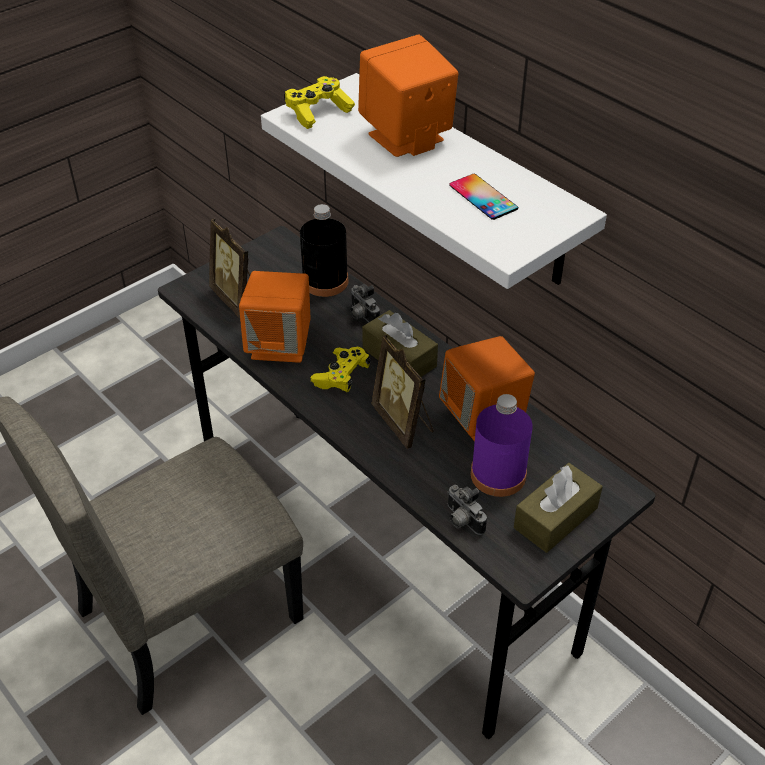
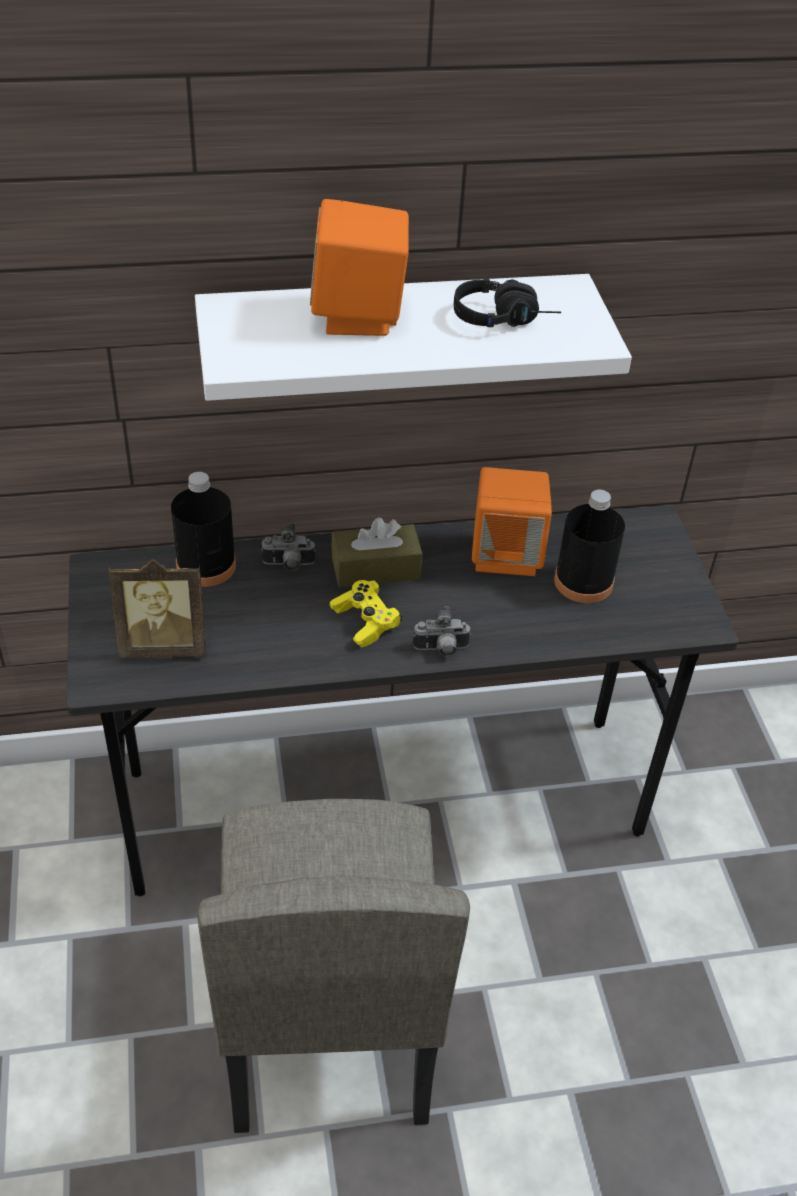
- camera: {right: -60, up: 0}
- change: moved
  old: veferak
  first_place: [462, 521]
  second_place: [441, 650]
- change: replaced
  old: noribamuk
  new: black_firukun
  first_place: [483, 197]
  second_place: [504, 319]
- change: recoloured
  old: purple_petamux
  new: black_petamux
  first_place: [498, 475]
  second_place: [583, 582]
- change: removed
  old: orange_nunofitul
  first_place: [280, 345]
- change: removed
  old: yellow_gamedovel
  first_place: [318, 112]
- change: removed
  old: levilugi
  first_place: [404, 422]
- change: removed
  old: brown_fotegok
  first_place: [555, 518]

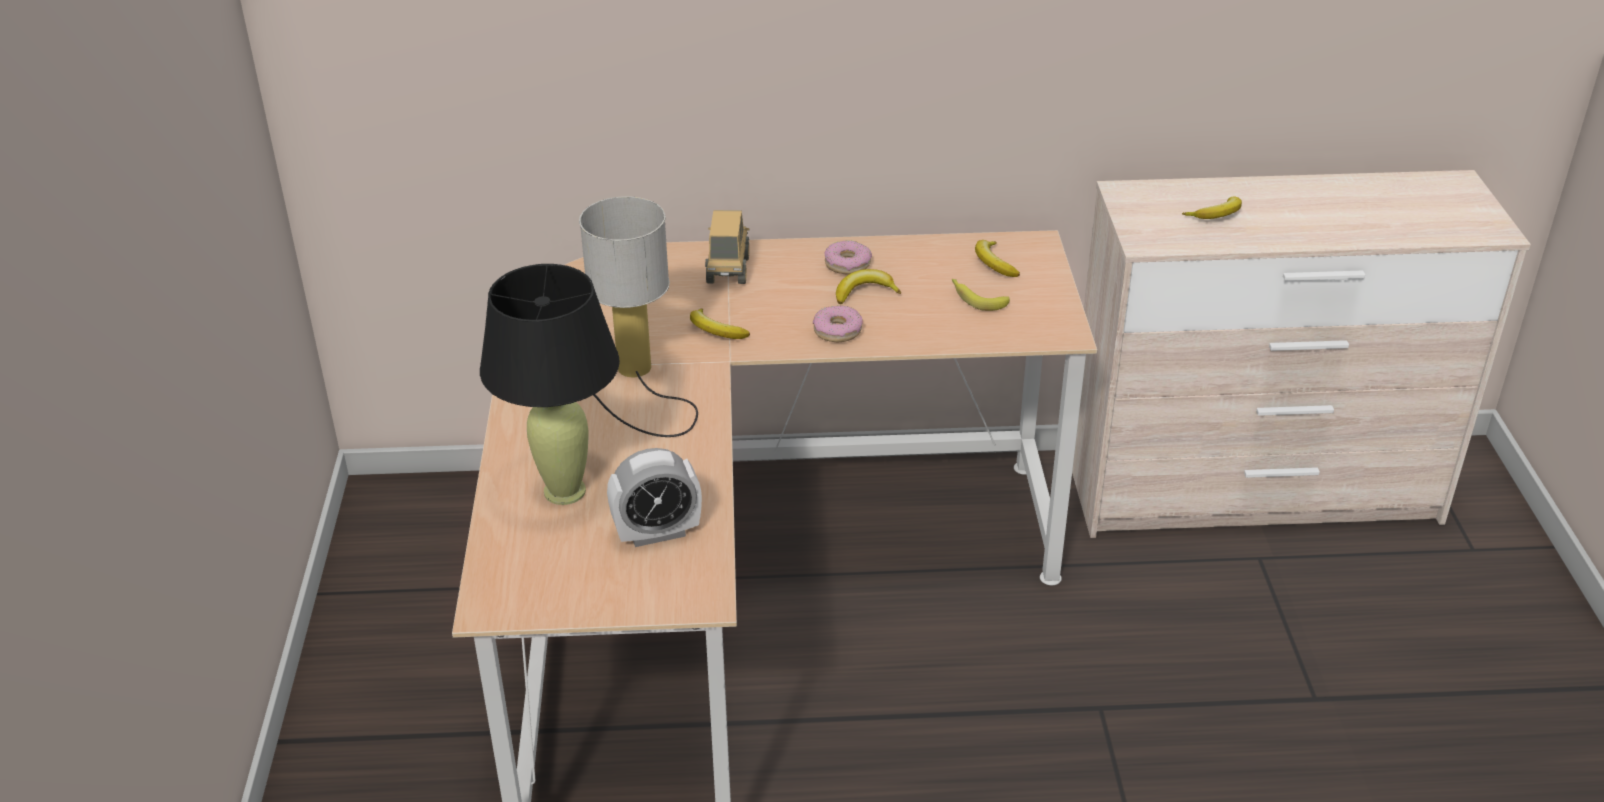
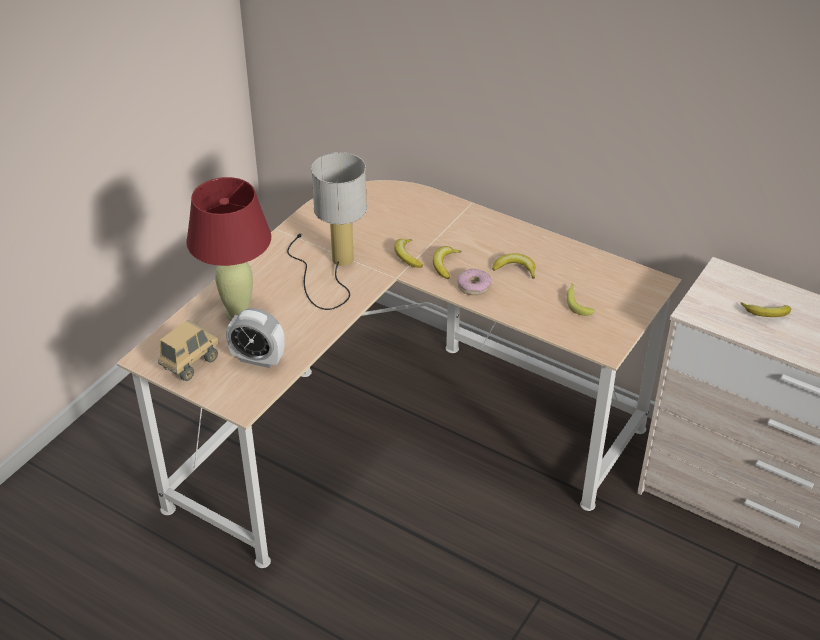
- camera: {right: 35, up: 5}
- change: moved
  old: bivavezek
  first_place: [728, 271]
  second_place: [191, 364]
- change: recoloured
  old: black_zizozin
  new: red_zizozin
  first_place: [565, 491]
  second_place: [239, 313]
- change: moved
  old: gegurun
  first_place: [993, 263]
  second_place: [445, 264]
- change: removed
  old: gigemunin
  first_place: [847, 264]

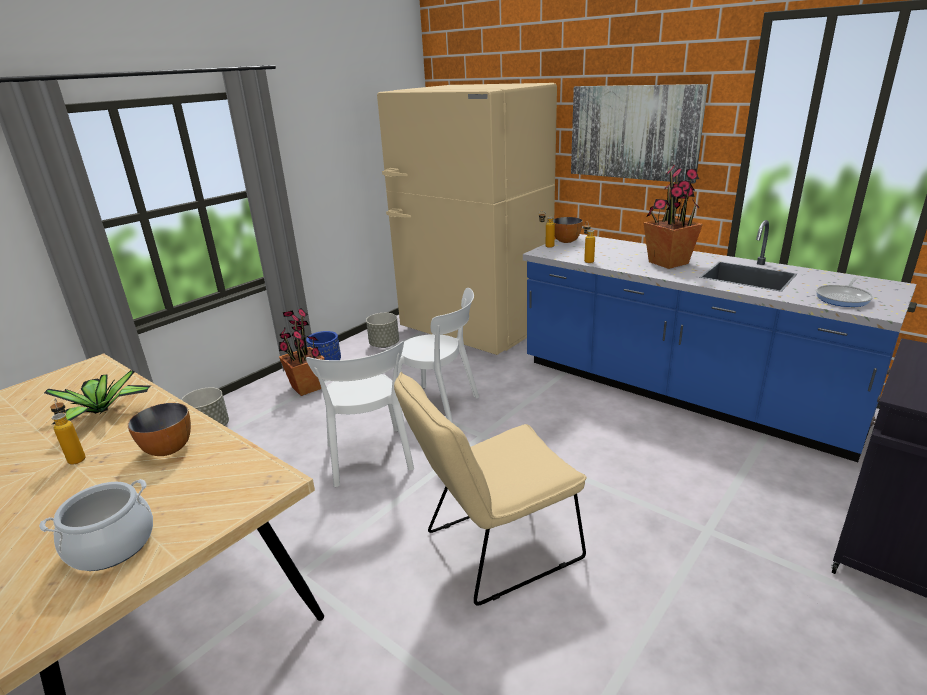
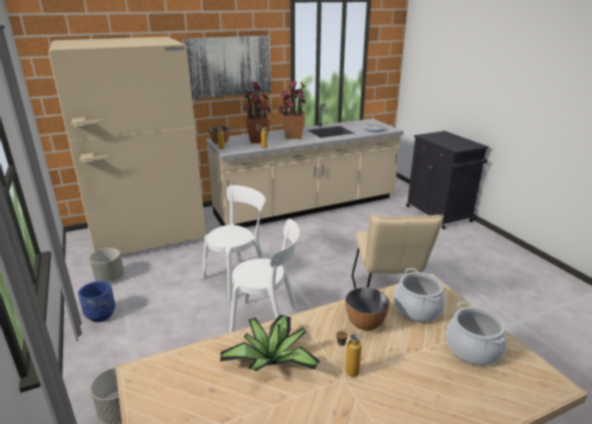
- camera: {right: -65, up: 0}
- change: recoloured
  old: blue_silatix
  new: beige_silatix
  first_place: [680, 392]
  second_place: [306, 207]
- change: moved
  old: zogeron
  first_place: [306, 388]
  second_place: [258, 140]
- change: added
  new: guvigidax
  second_place: [417, 309]

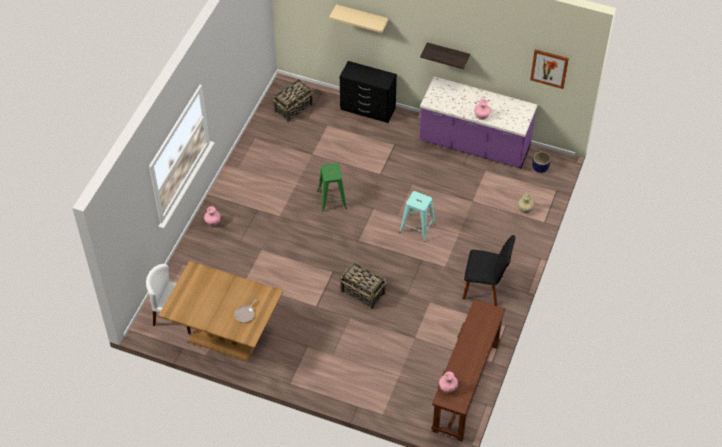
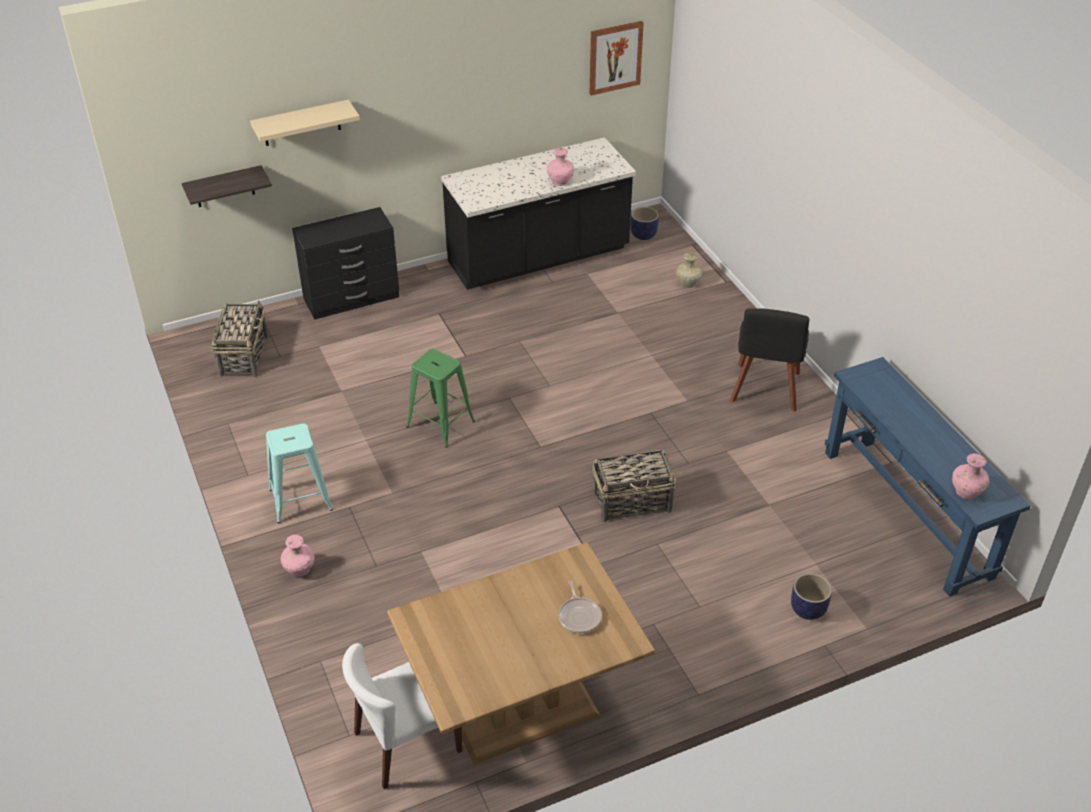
- camera: {right: -45, up: -10}
- change: moved
  old: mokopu
  first_place: [448, 54]
  second_place: [224, 187]
- change: moved
  old: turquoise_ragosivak
  first_place: [417, 228]
  second_place: [300, 499]
- change: recoloured
  old: purple_silatix
  new: black_silatix
  first_place: [474, 145]
  second_place: [539, 257]
- change: turned
  old: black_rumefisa
  first_place: [485, 288]
  second_place: [765, 390]
  degrees: 135
- change: added
  new: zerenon
  second_place: [808, 609]
- change: recoloured
  old: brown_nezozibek
  new: blue_nezozibek
  first_place: [465, 387]
  second_place: [906, 513]

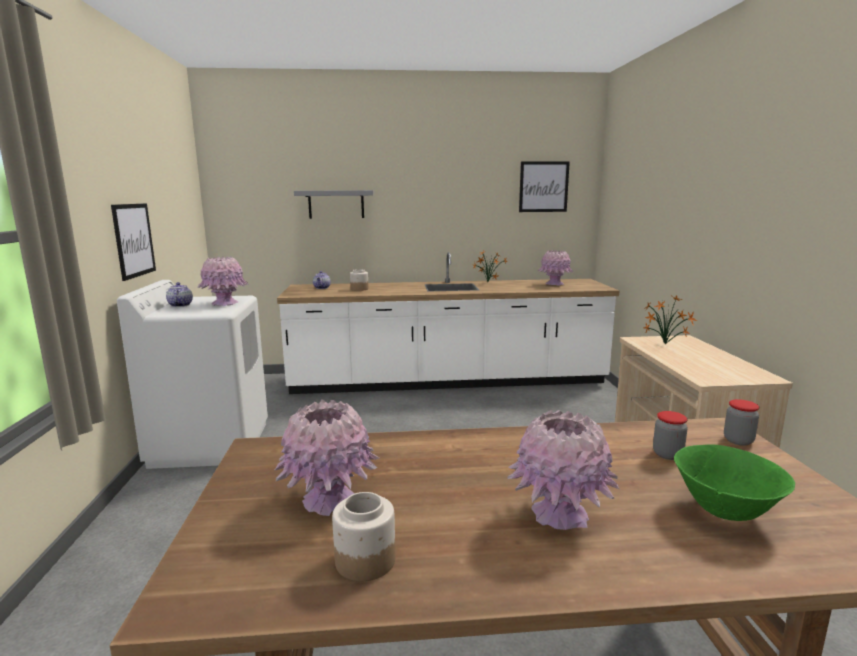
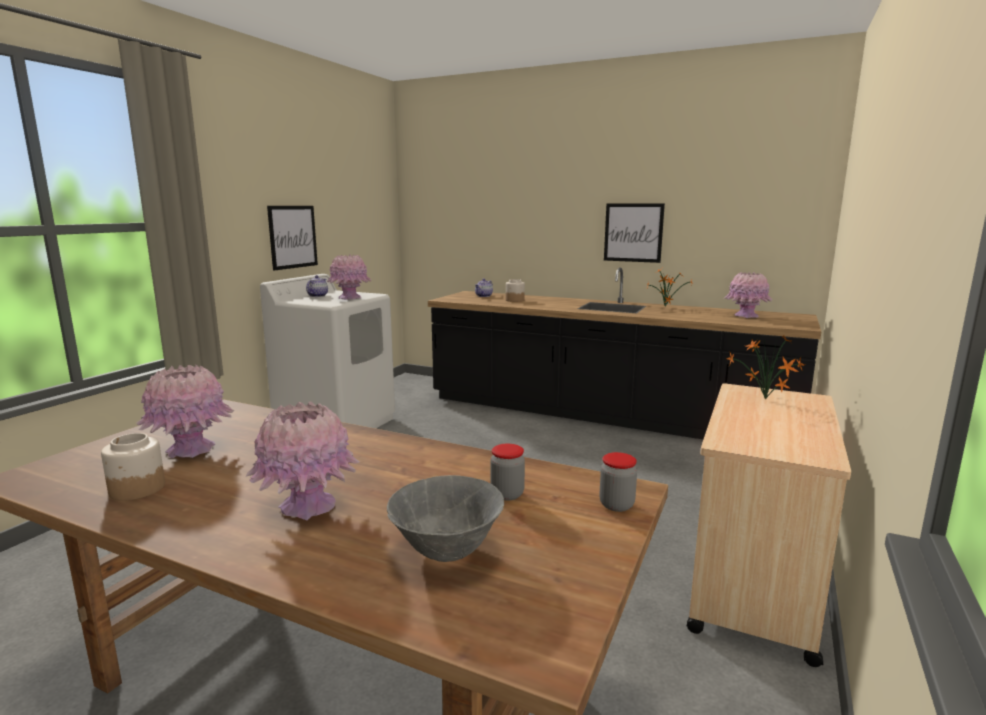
- camera: {right: 30, up: 0}
- change: recoloured
  old: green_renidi
  new: grey_renidi
  first_place: [725, 512]
  second_place: [446, 552]
- change: recoloured
  old: white_silatix
  new: black_silatix
  first_place: [447, 381]
  second_place: [603, 415]
- change: moved
  old: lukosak
  first_place: [543, 186]
  second_place: [633, 232]
- change: removed
  old: grey_mokopu
  first_place: [336, 204]

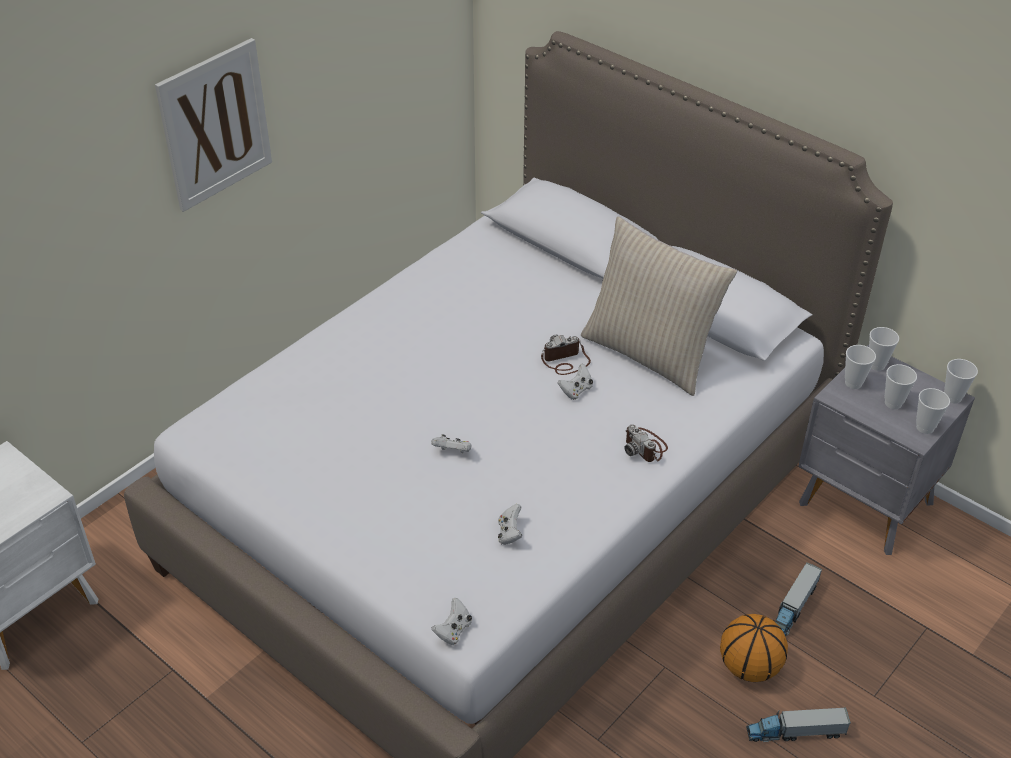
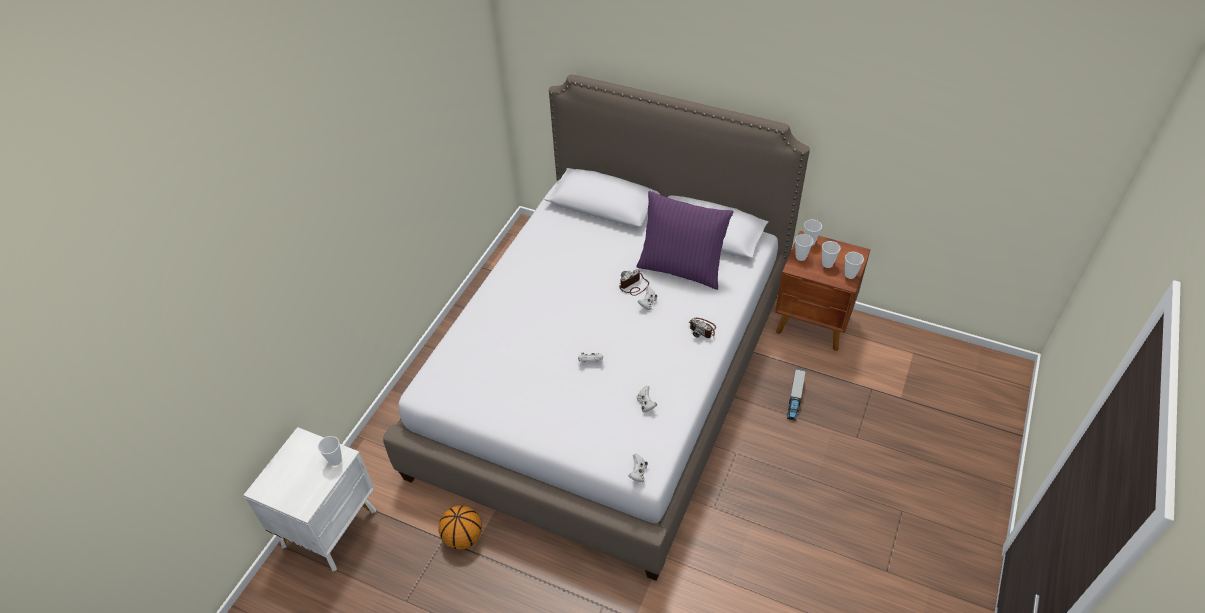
- camera: {right: -15, up: 5}
- change: moved
  old: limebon
  first_place: [952, 397]
  second_place: [335, 460]
- change: moved
  old: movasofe
  first_place: [749, 666]
  second_place: [463, 537]
- change: recoloured
  old: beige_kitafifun
  new: purple_kitafifun
  first_place: [649, 353]
  second_place: [681, 268]
- change: recoloured
  old: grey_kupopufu
  new: brown_kupopufu
  first_place: [866, 505]
  second_place: [814, 324]
- change: removed
  old: lukosak
  first_place: [215, 124]
- change: removed
  old: bivavezek
  first_place: [795, 732]

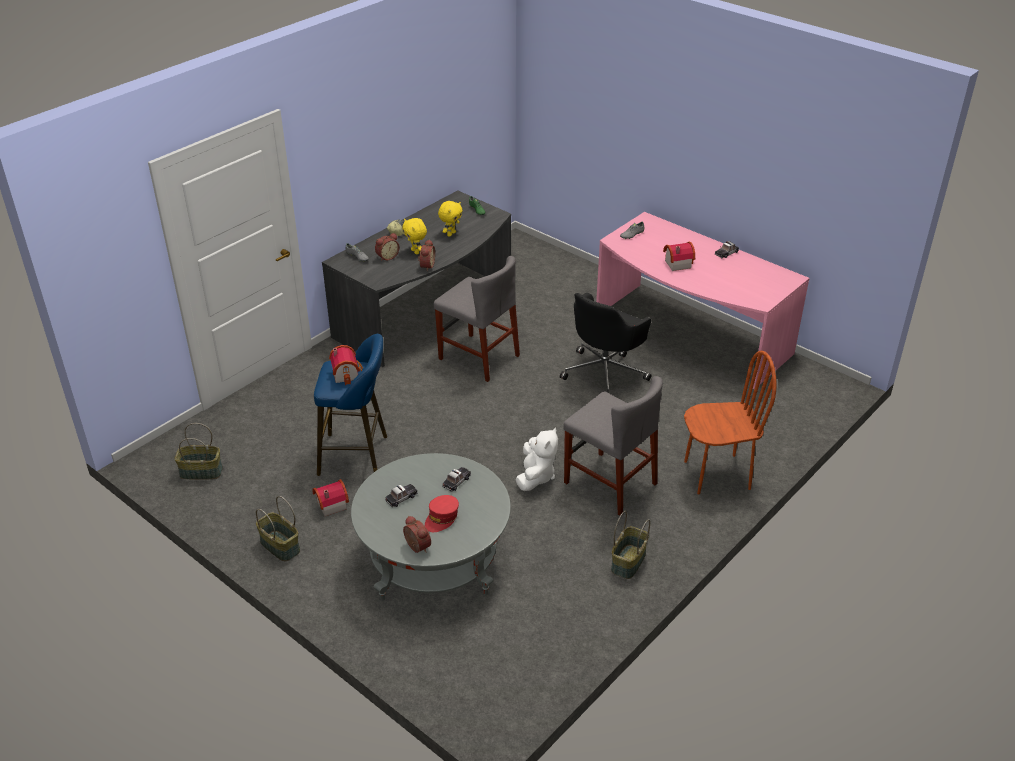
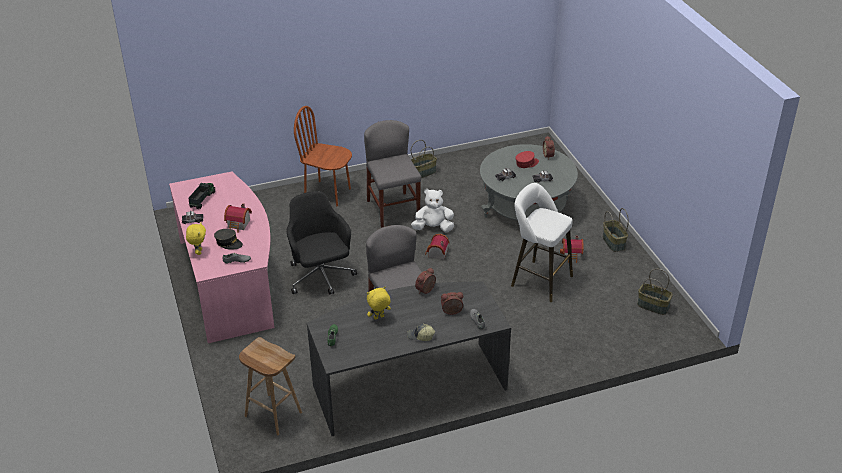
- camera: {right: -150, up: 0}
- change: moved
  old: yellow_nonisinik
  first_place: [416, 252]
  second_place: [198, 252]
- change: added
  new: bivavezek
  second_place: [202, 199]
- change: added
  new: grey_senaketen
  second_place: [228, 243]
- change: added
  new: brown_ragosivak
  second_place: [272, 414]
- change: turned
  old: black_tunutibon
  first_place: [605, 372]
  second_place: [321, 277]
  degrees: -90
- change: turned
  old: white_nonisinik
  first_place: [536, 476]
  second_place: [433, 228]
  degrees: 45
- change: moved
  old: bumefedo
  first_place: [347, 373]
  second_place: [436, 254]
- change: recoloured
  old: blue_ragosivak
  new: white_ragosivak
  first_place: [358, 455]
  second_place: [538, 280]

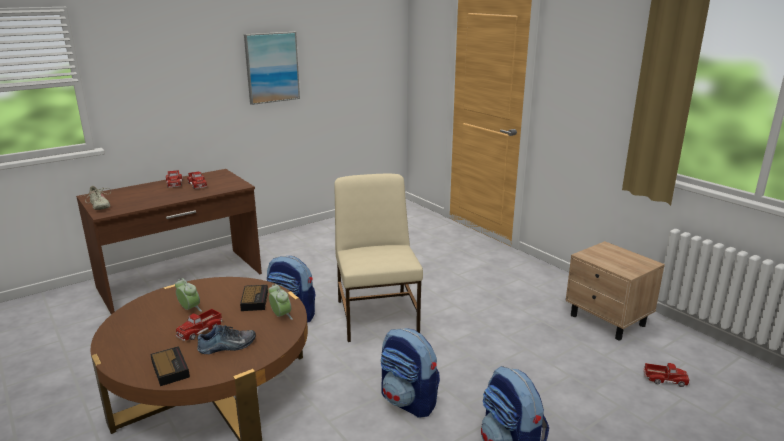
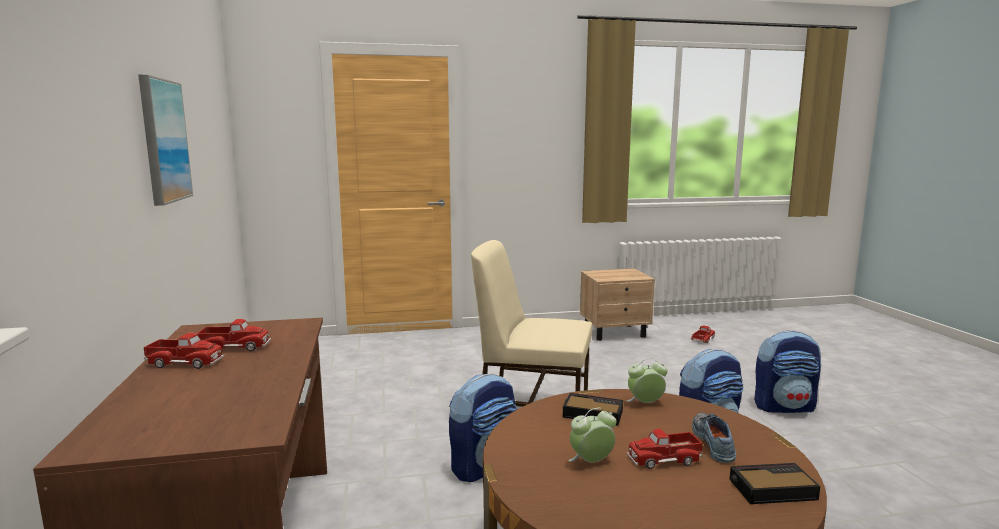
- camera: {right: -65, up: -10}
- change: turned
  old: bivavezek
  first_place: [199, 330]
  second_place: [664, 459]
  degrees: 105
- change: removed
  old: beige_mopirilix
  first_place: [99, 206]

